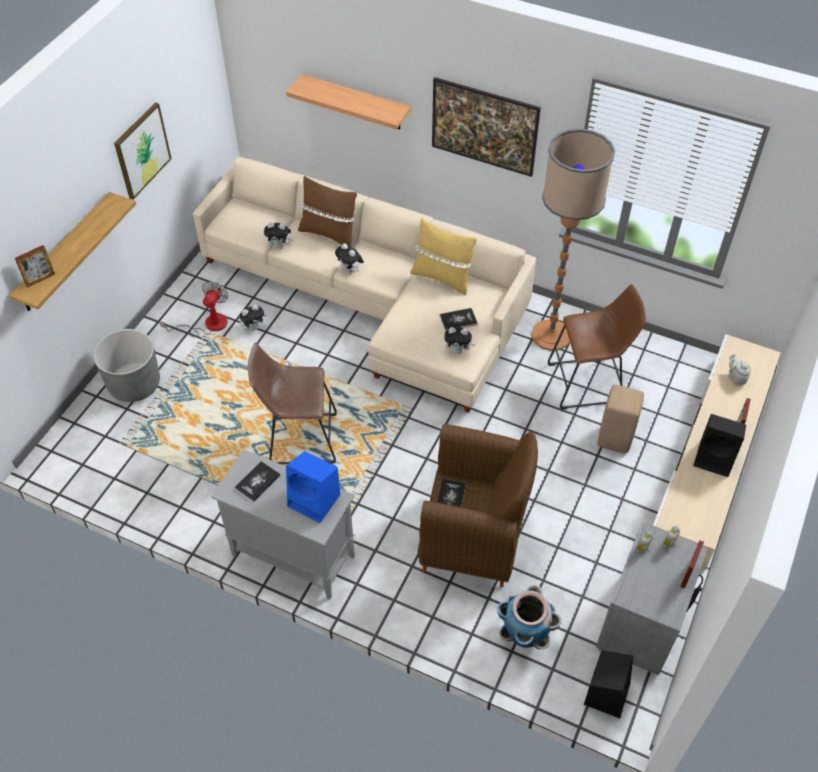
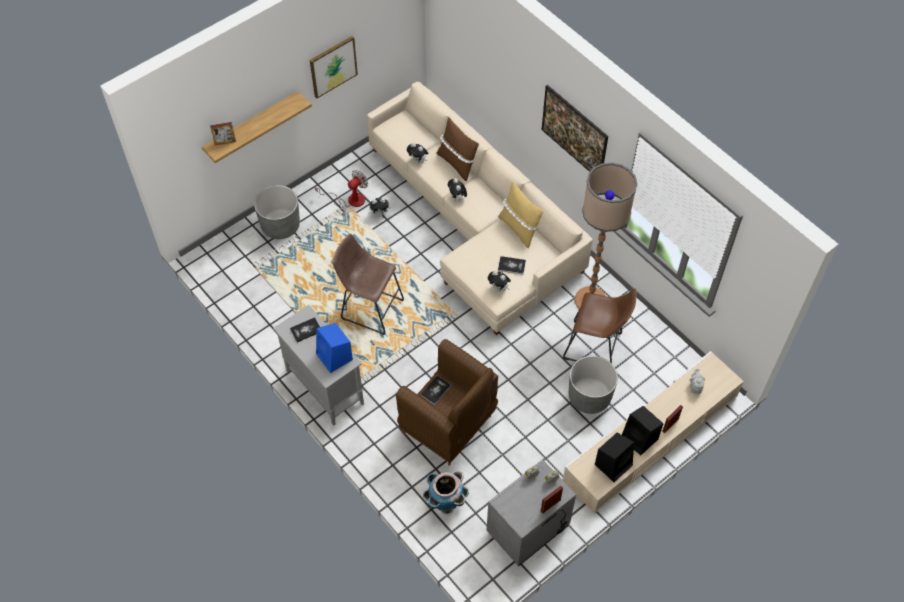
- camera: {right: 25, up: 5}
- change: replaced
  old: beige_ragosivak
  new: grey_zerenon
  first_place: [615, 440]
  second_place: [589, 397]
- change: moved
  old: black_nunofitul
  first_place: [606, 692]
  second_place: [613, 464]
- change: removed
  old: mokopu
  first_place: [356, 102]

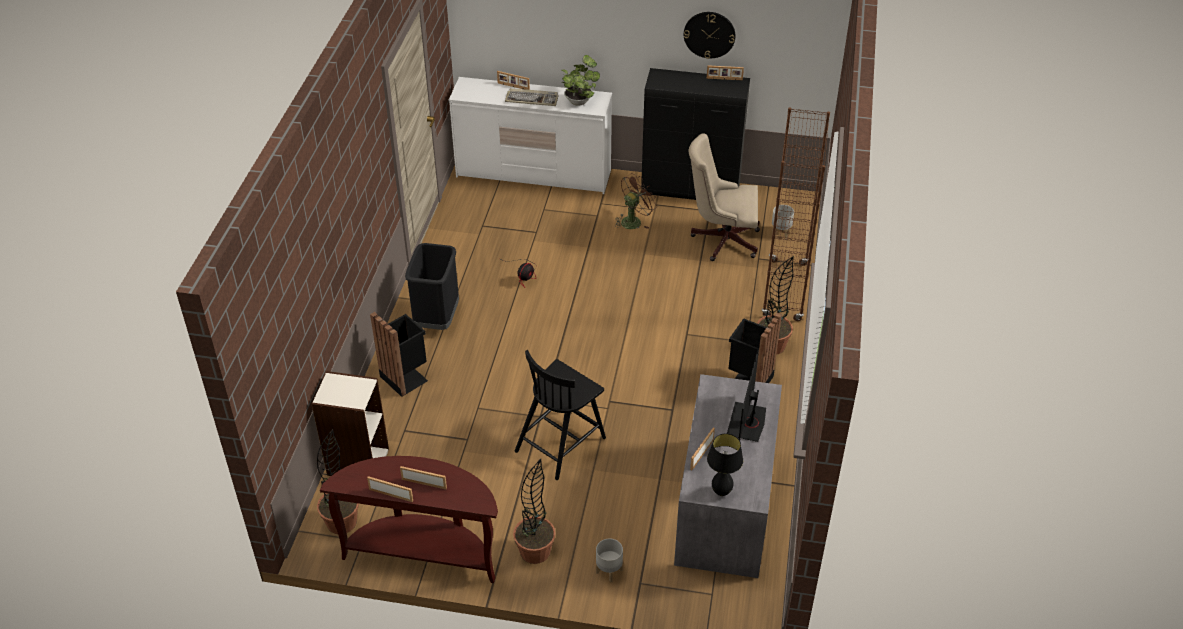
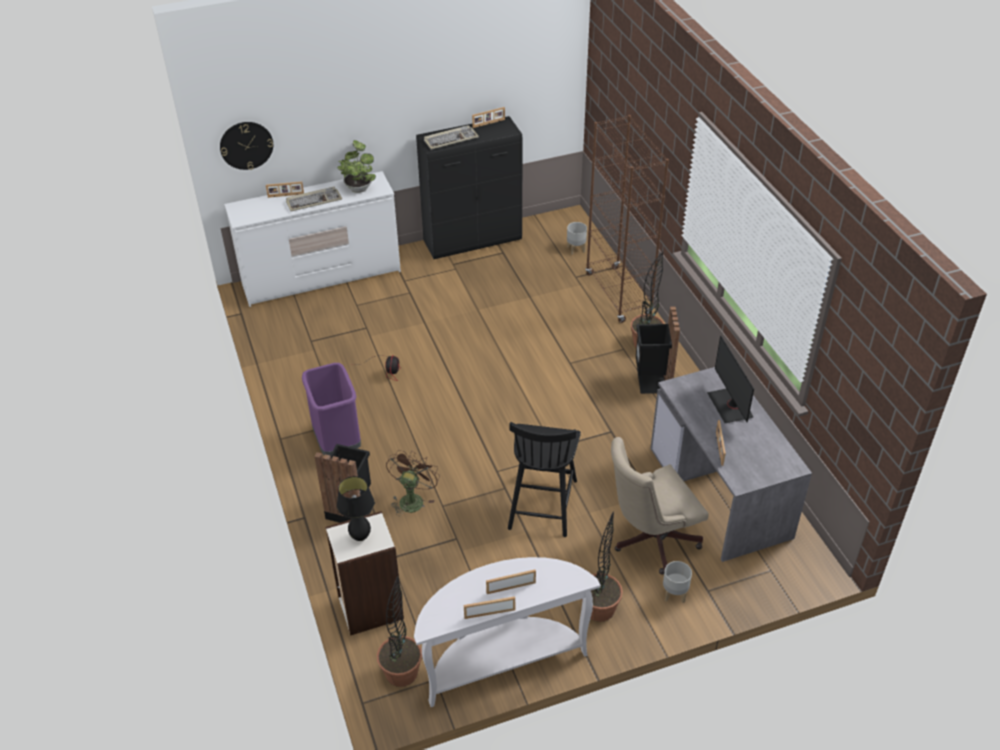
- camera: {right: -30, up: 0}
- change: moved
  old: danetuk
  first_place: [709, 34]
  second_place: [246, 145]
- change: recoloured
  old: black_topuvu
  new: purple_topuvu
  first_place: [436, 319]
  second_place: [337, 442]
- change: moved
  old: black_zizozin
  first_place: [721, 492]
  second_place: [360, 537]
- change: moved
  old: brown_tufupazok
  first_place: [634, 220]
  second_place: [412, 499]
- change: recoloured
  old: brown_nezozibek
  new: white_nezozibek
  first_place: [424, 552]
  second_place: [502, 660]
- change: added
  new: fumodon
  second_place: [451, 139]
- change: moved
  old: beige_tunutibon
  first_place: [721, 239]
  second_place: [649, 540]

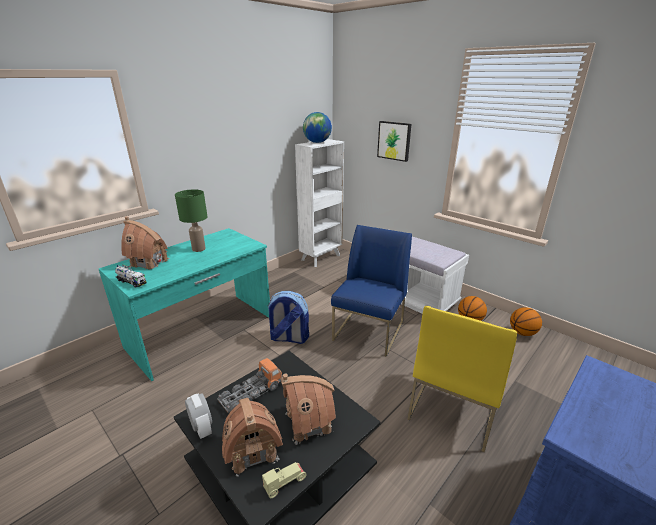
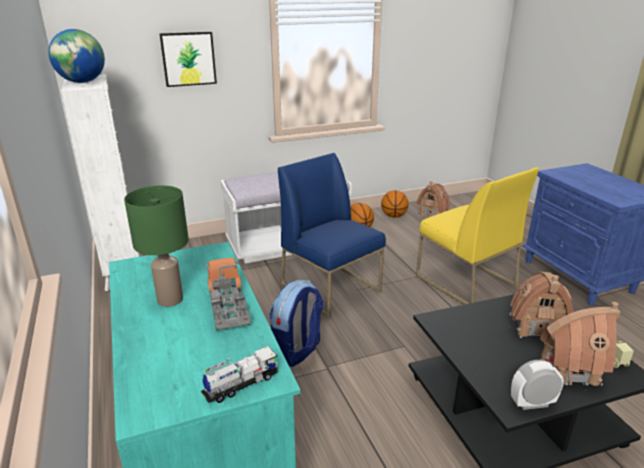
- camera: {right: -65, up: 0}
- change: moved
  old: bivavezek
  first_place: [252, 393]
  second_place: [228, 307]
- change: moved
  old: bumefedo
  first_place: [149, 262]
  second_place: [433, 215]

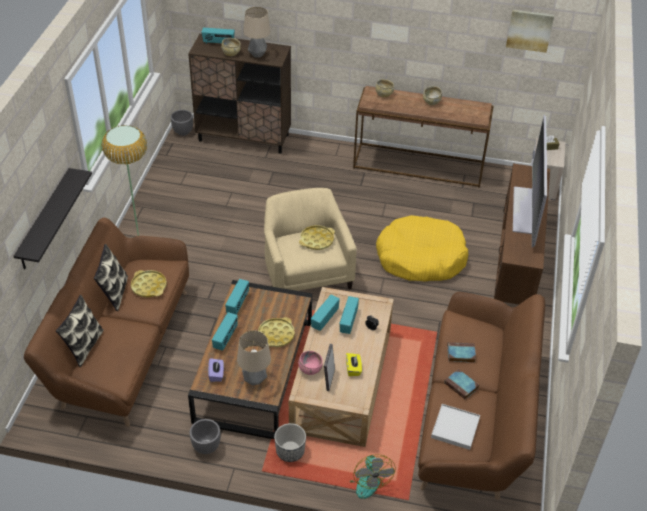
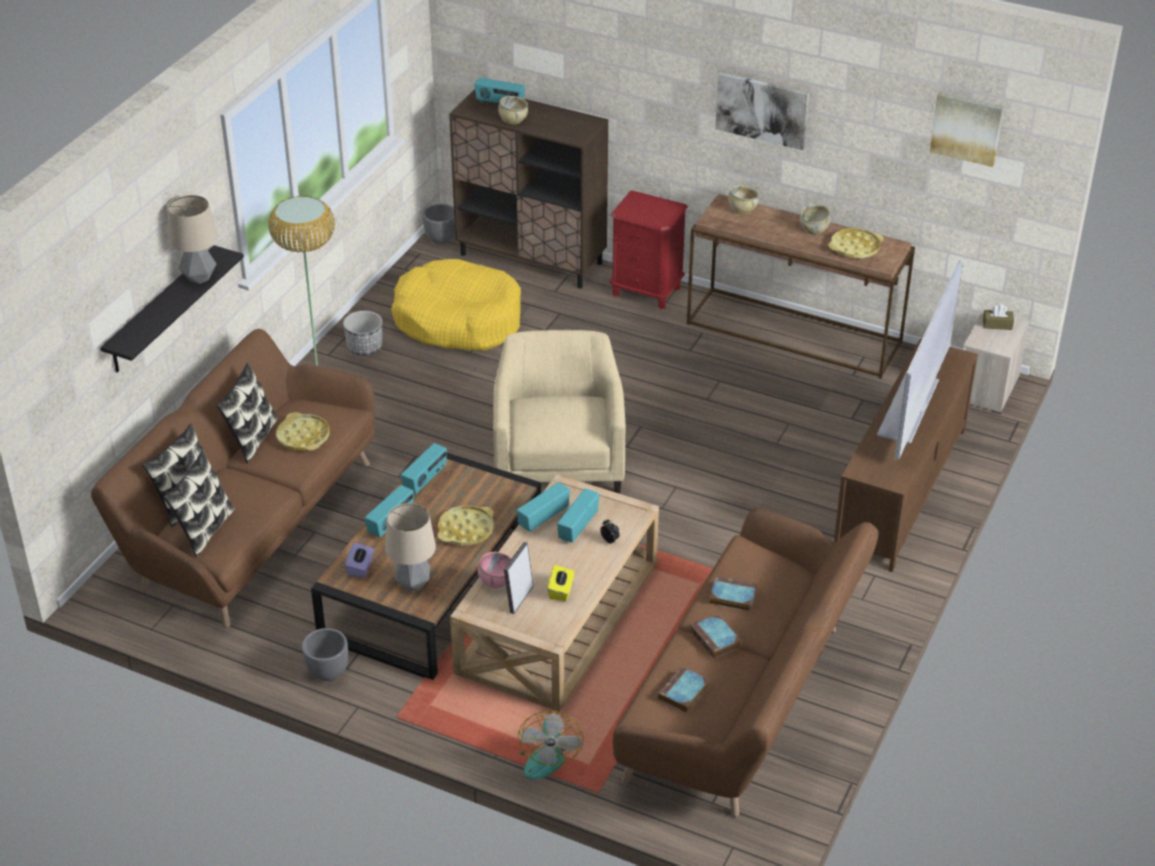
- camera: {right: 15, up: -5}
- change: added
  new: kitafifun
  second_place: [204, 530]
- change: moved
  old: zizozin
  first_place: [257, 54]
  second_place: [199, 278]
- change: moved
  old: zerenon
  first_place: [290, 451]
  second_place: [365, 348]
- change: moved
  old: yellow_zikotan
  first_place: [420, 258]
  second_place: [458, 320]
- change: added
  new: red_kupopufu
  second_place: [646, 291]
- change: replaced
  old: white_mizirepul
  new: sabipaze
  first_place: [455, 428]
  second_place: [683, 693]
- change: added
  new: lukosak
  second_place: [762, 109]
- change: moved
  old: yellow_mizirepul
  first_place: [316, 240]
  second_place: [855, 247]

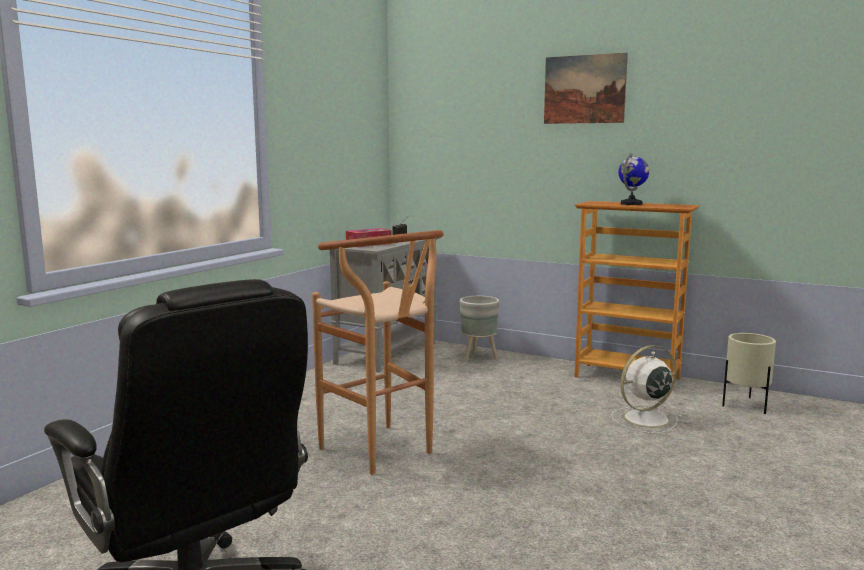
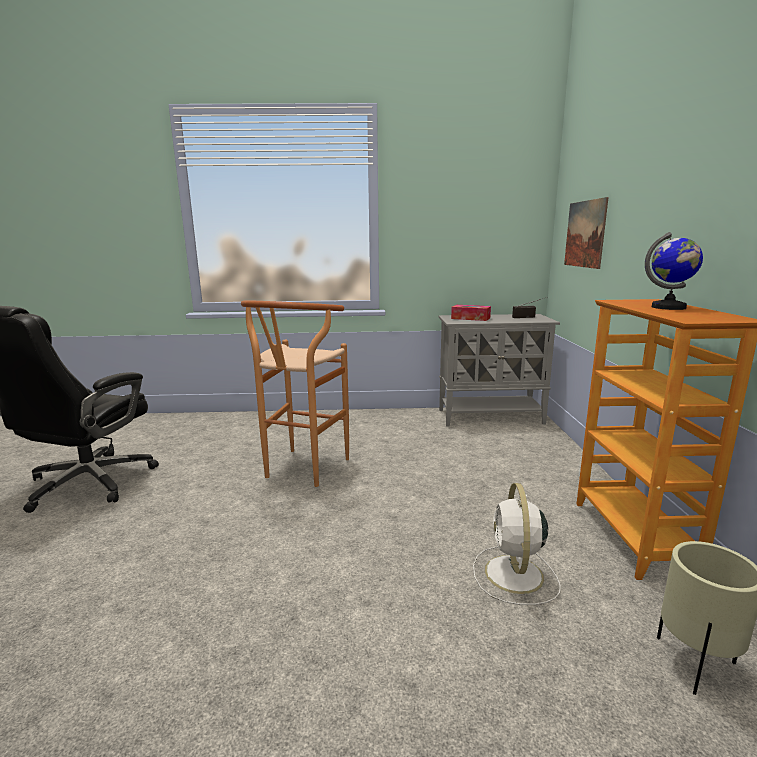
- camera: {right: 60, up: 5}
- change: turned
  old: white_tufupazok
  first_place: [644, 419]
  second_place: [514, 576]
  degrees: -120
- change: moved
  old: lukosak
  first_place: [584, 89]
  second_place: [585, 234]
- change: removed
  old: grey_zerenon
  first_place: [479, 357]

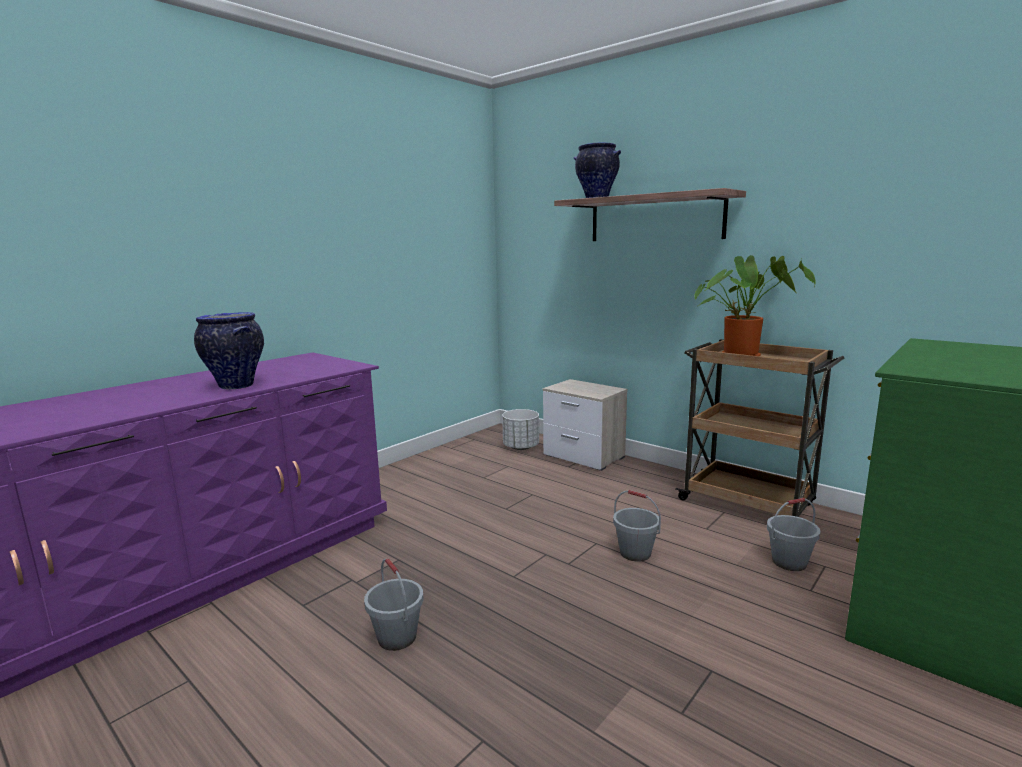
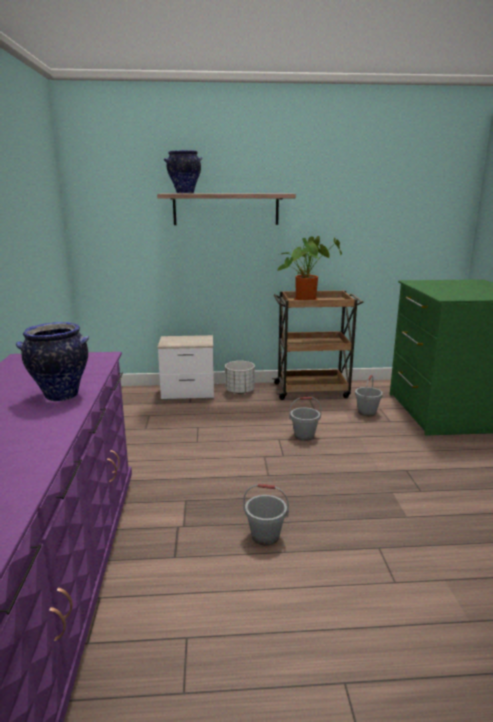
- camera: {right: -45, up: 5}
- change: moved
  old: white_zerenon
  first_place: [520, 447]
  second_place: [239, 391]

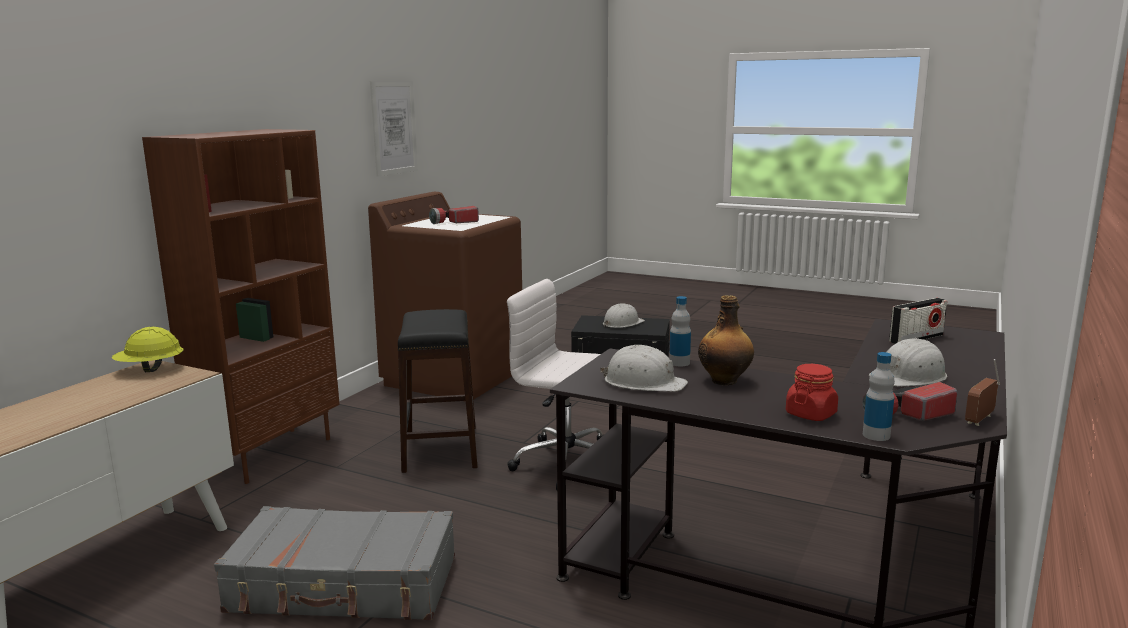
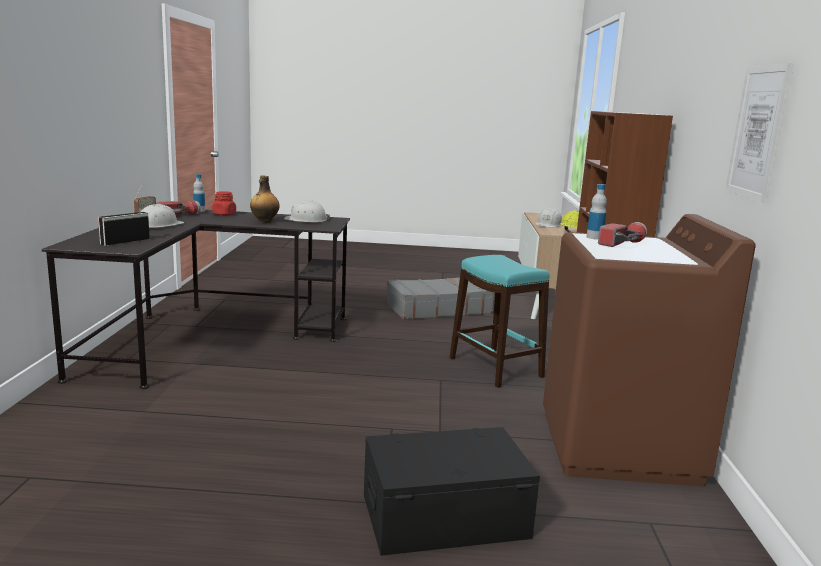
- camera: {right: 155, up: 0}
- change: recoloured
  old: black_ragosivak
  new: turquoise_ragosivak
  first_place: [440, 448]
  second_place: [495, 367]
- change: moved
  old: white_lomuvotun
  first_place: [622, 323]
  second_place: [549, 225]
- change: moved
  old: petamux
  first_place: [679, 363]
  second_place: [594, 237]
- change: removed
  old: white_tunutibon
  first_place: [569, 463]

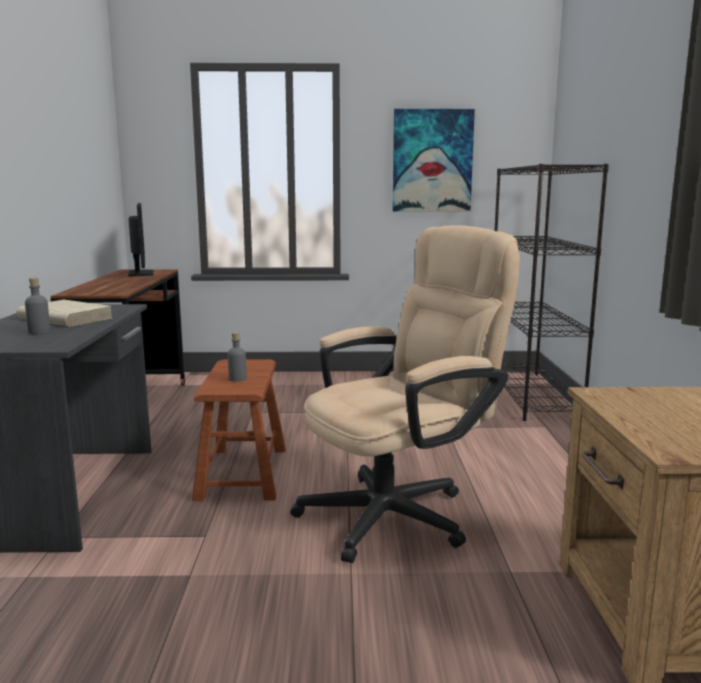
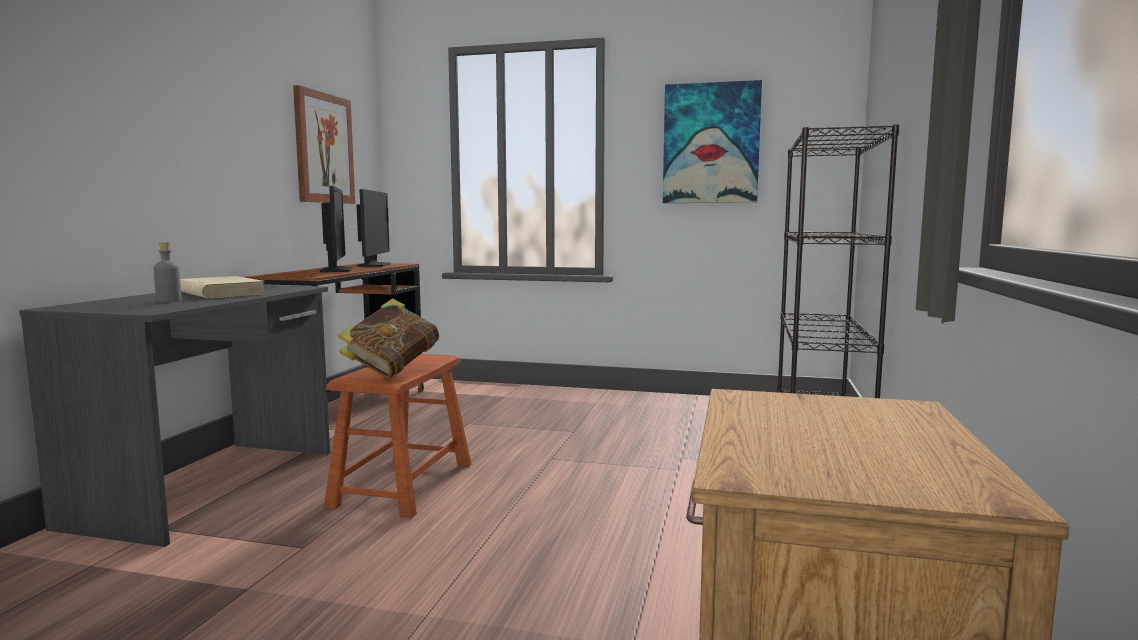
- camera: {right: 15, up: -5}
- change: added
  new: lukosak
  second_place: [323, 148]
- change: added
  new: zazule
  second_place: [336, 270]
- change: replaced
  old: grey_petamux
  new: sabipaze
  first_place: [237, 379]
  second_place: [392, 370]
- change: removed
  old: beige_tunutibon
  first_place: [400, 512]

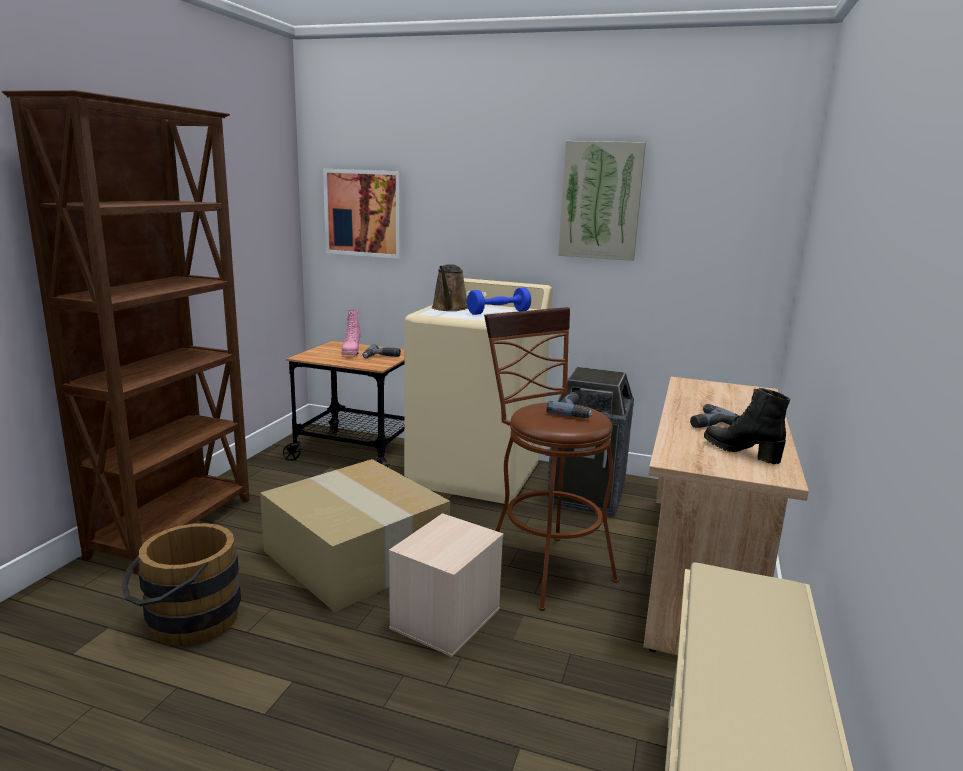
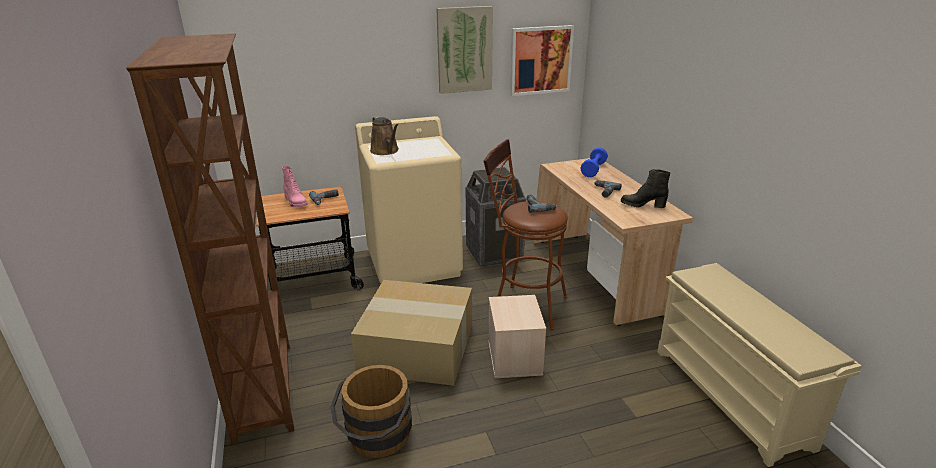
- camera: {right: -35, up: 10}
- change: moved
  old: lukosak
  first_place: [364, 213]
  second_place: [540, 60]
- change: moved
  old: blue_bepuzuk
  first_place: [498, 312]
  second_place: [593, 170]

